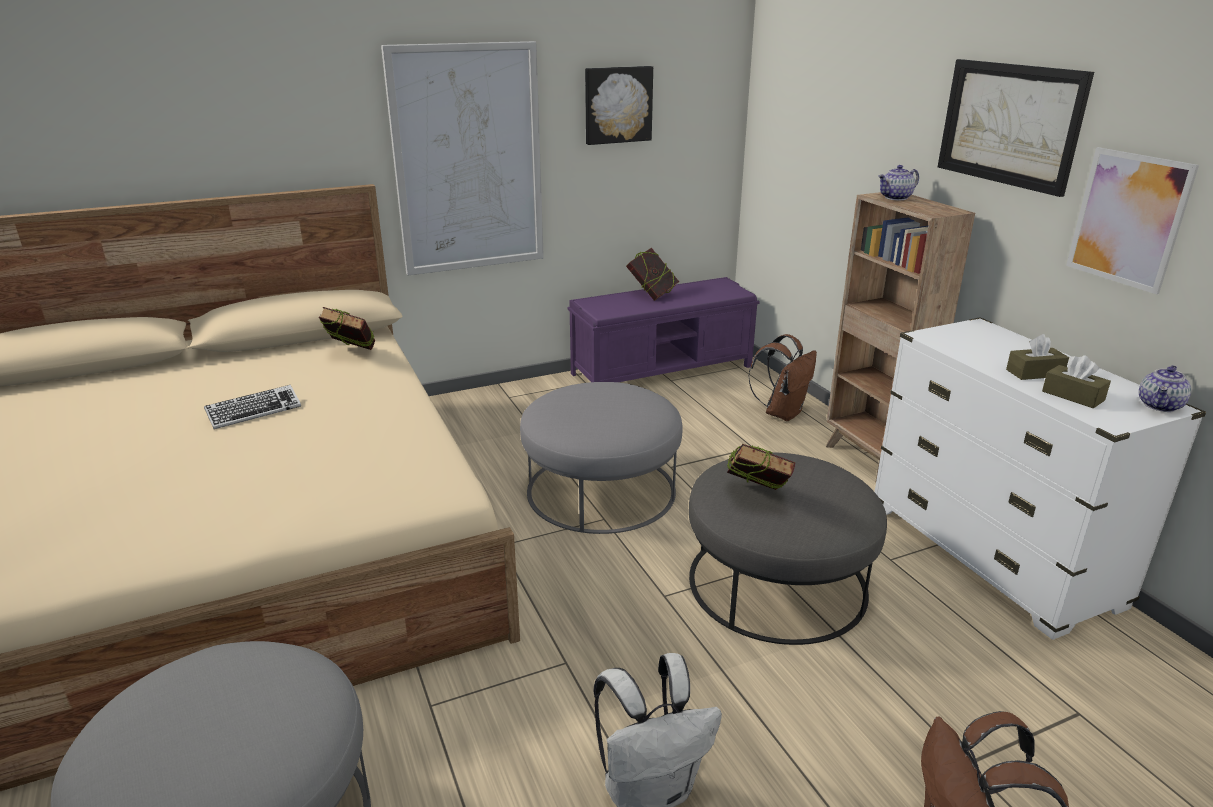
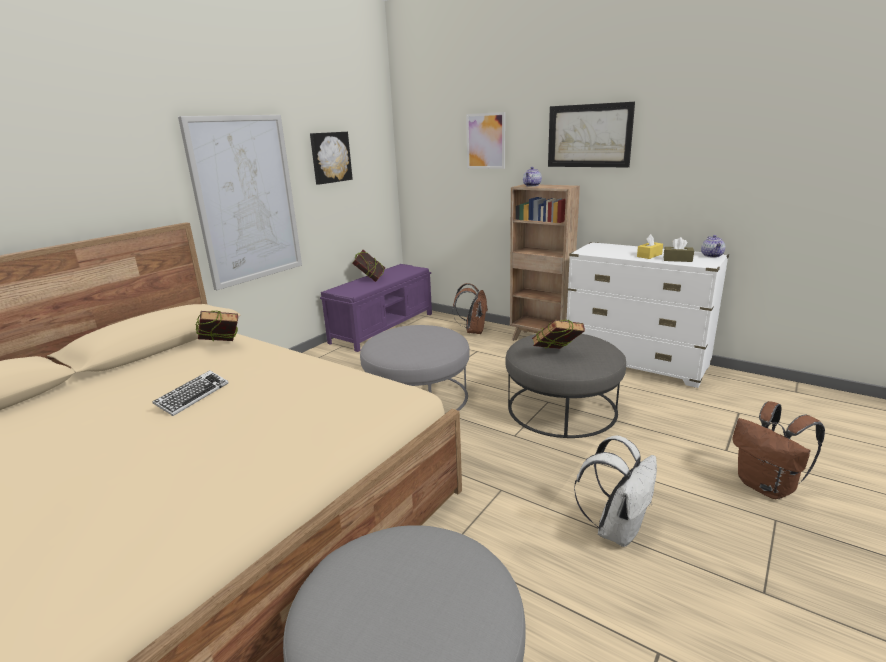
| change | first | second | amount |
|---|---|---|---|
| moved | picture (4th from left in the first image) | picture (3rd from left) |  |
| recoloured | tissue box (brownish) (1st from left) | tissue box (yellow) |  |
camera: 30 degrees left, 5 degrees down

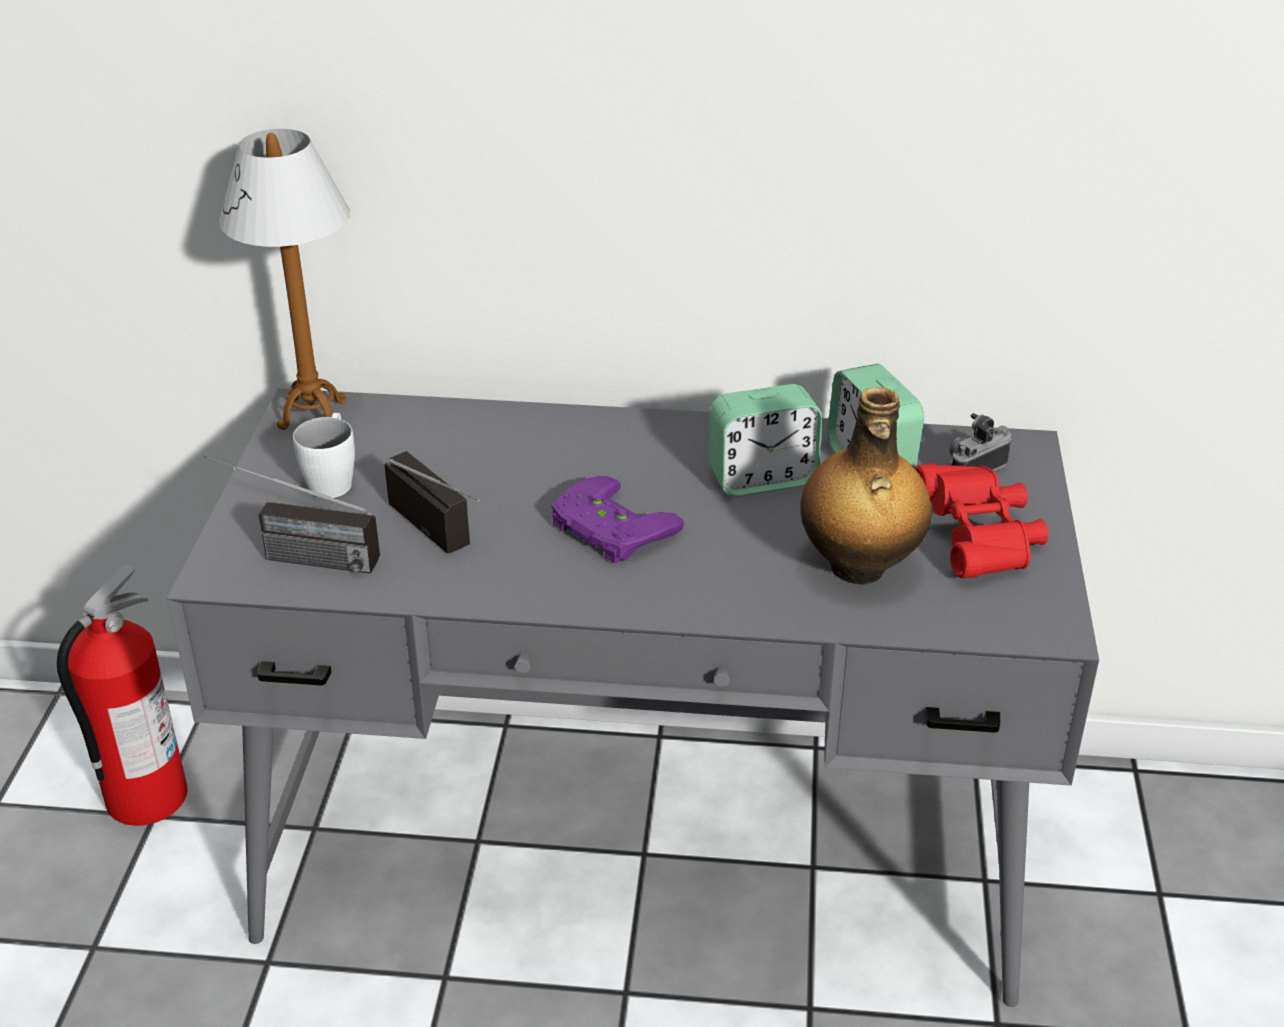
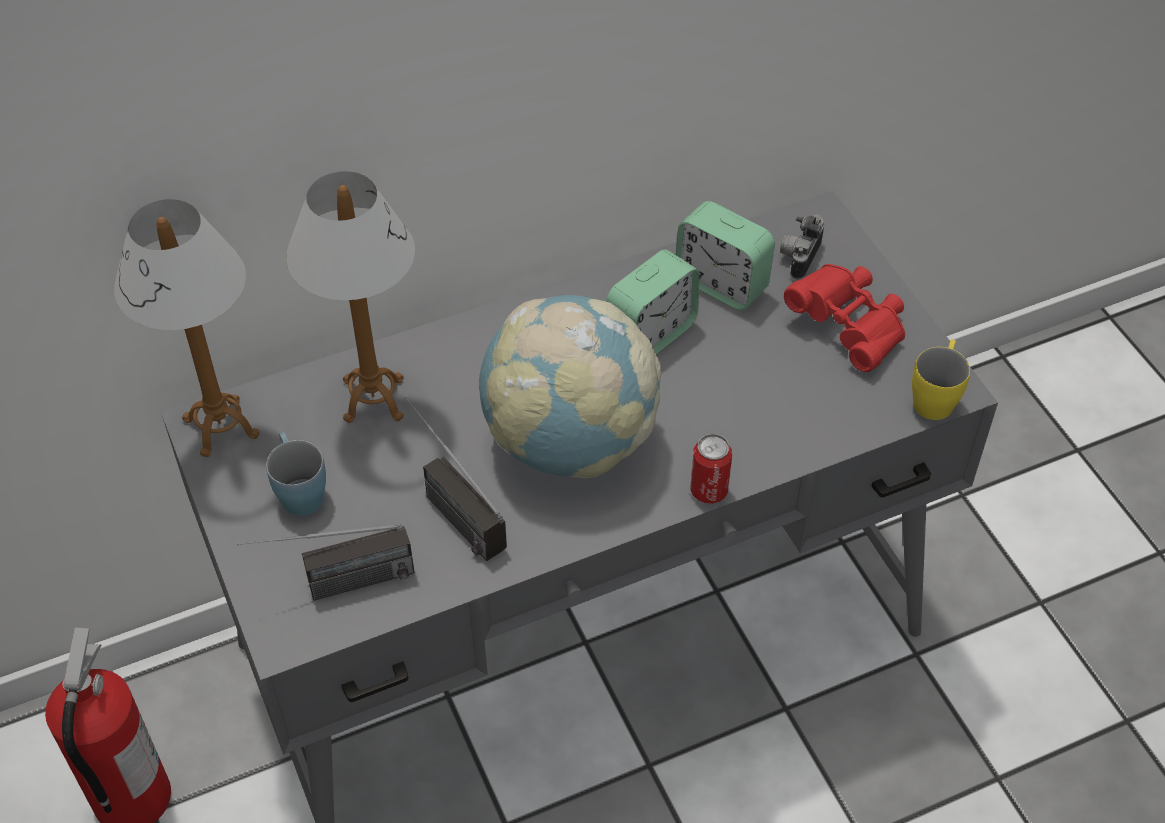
| change | first | second | amount |
|---|---|---|---|
| removed | drink bottle |  |  |
| recoloured | mug (whitish) | mug (bluish) |  |
| turned | radio (2nd from left) |  | 150 degrees counterclockwise |
| replaced | gamepad (purple) | world globe |  |
| added |  | tabletop lamp (2nd from left) |  |
| added |  | mug (yellow) |  |
| added |  | sealed can |  |
camera: 30 degrees left, 15 degrees up

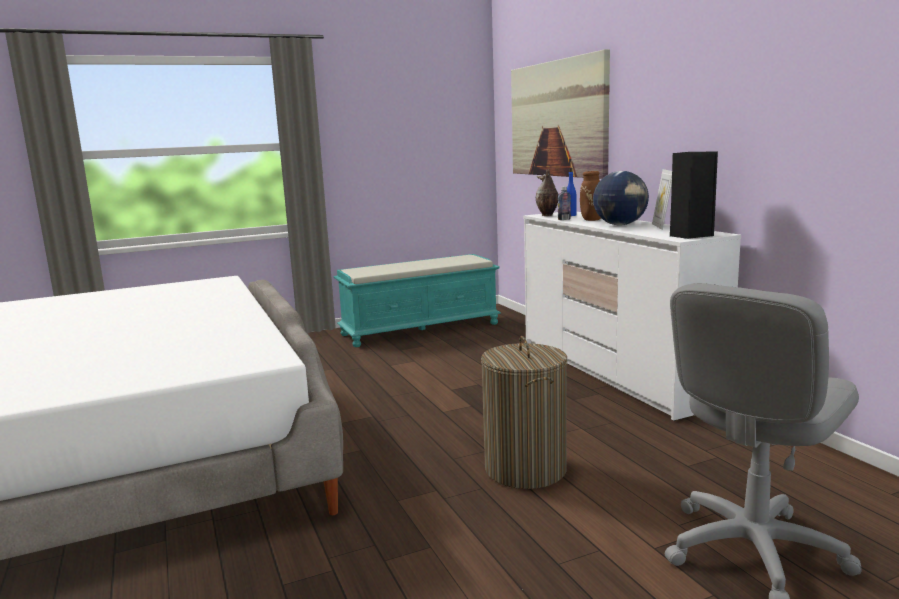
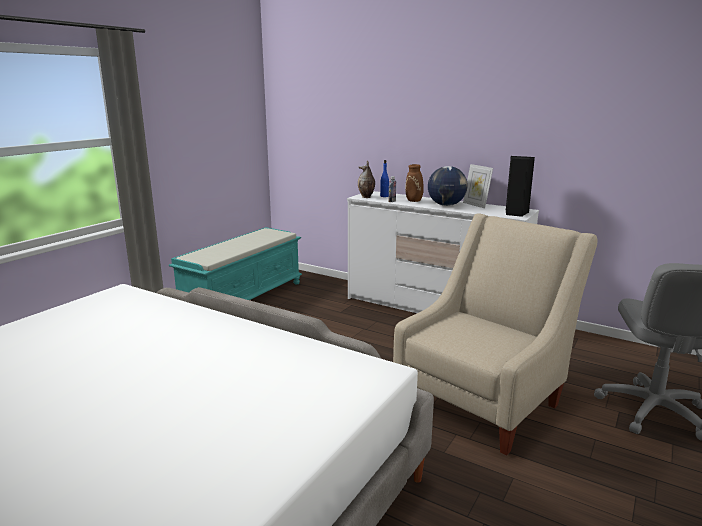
| change | first | second | amount |
|---|---|---|---|
| removed | picture |  |  |
| replaced | washing basket | lounge chair (beige-coloured) |  |
camera: 35 degrees left, 5 degrees up

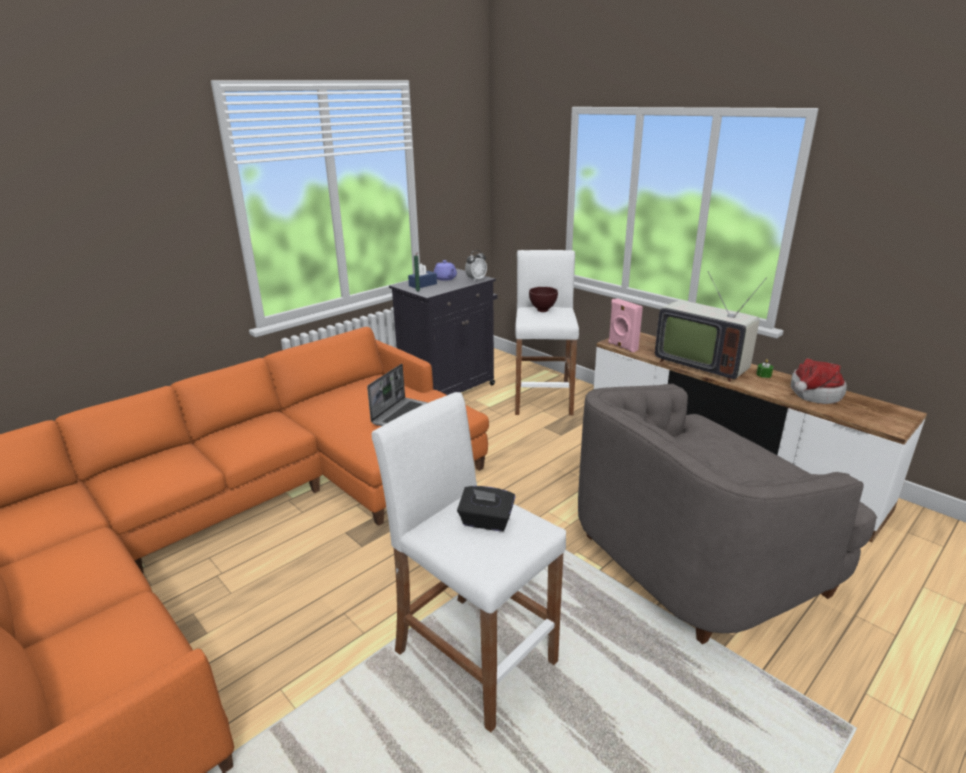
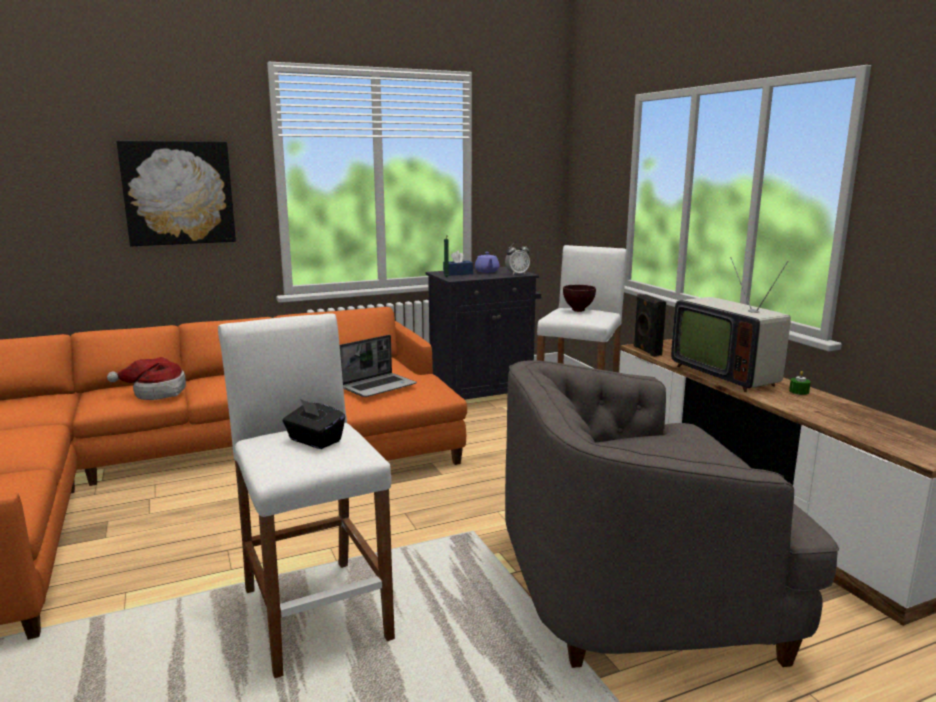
| change | first | second | amount |
|---|---|---|---|
| recoloured | loudspeaker (pink-coloured) | loudspeaker (blackish) |  |
| moved | clothing hat |  |  |
| added |  | picture |  |
camera: 20 degrees right, 10 degrees down

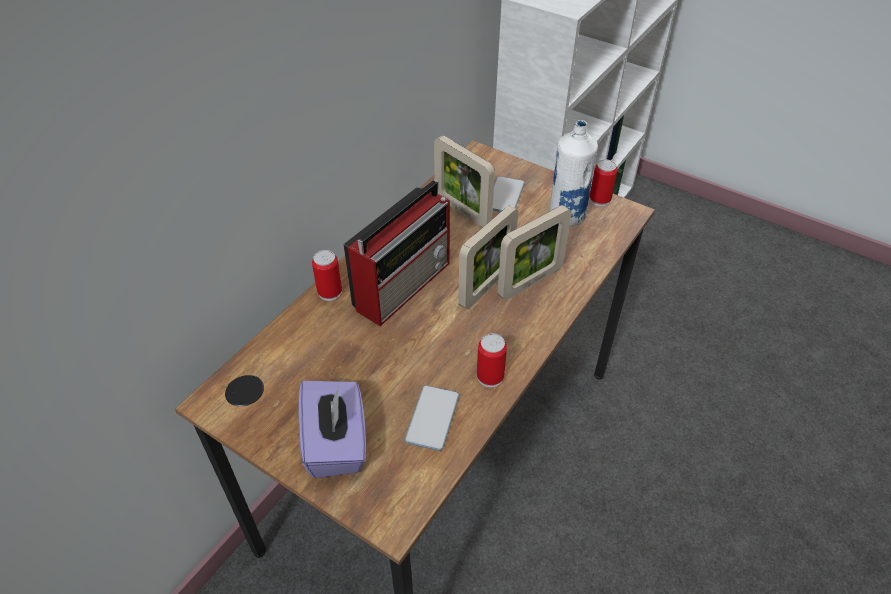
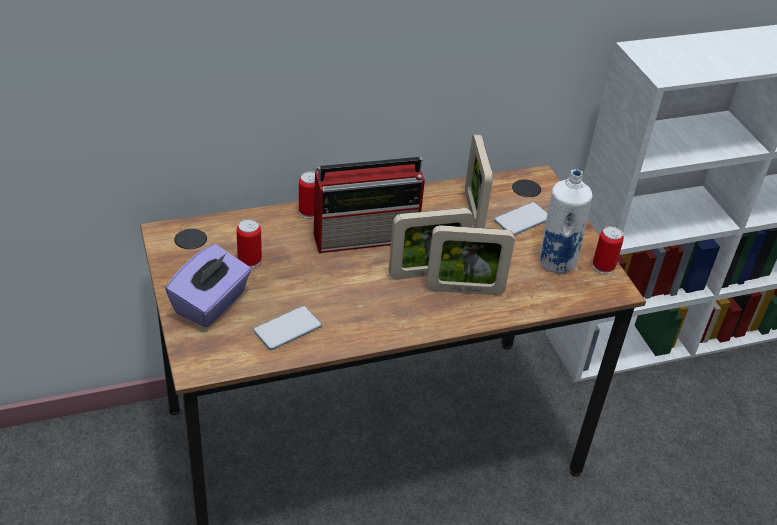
| change | first | second | amount |
|---|---|---|---|
| moved | sealed can (2nd from left in the first image) | sealed can (1st from left) |  |
camera: 35 degrees right, 5 degrees down

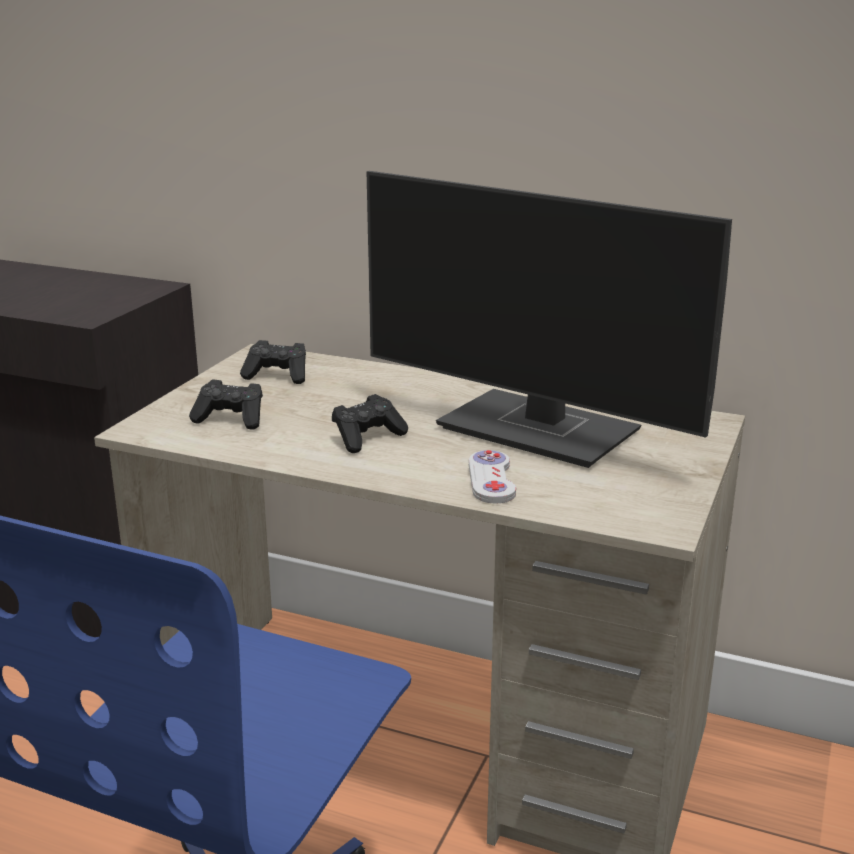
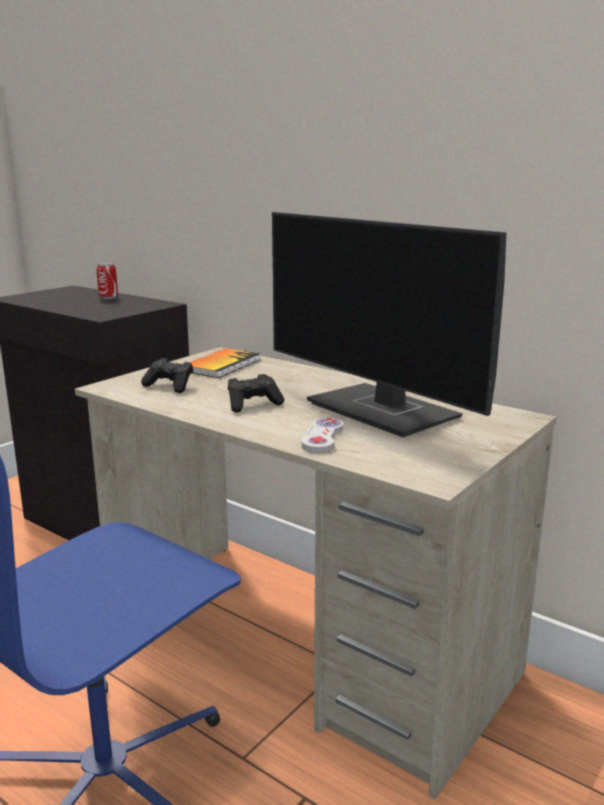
| change | first | second | amount |
|---|---|---|---|
| replaced | gamepad (blackish) (2nd from left) | volume |  |
| added |  | sealed can |  |
camera: 15 degrees right, 5 degrees down

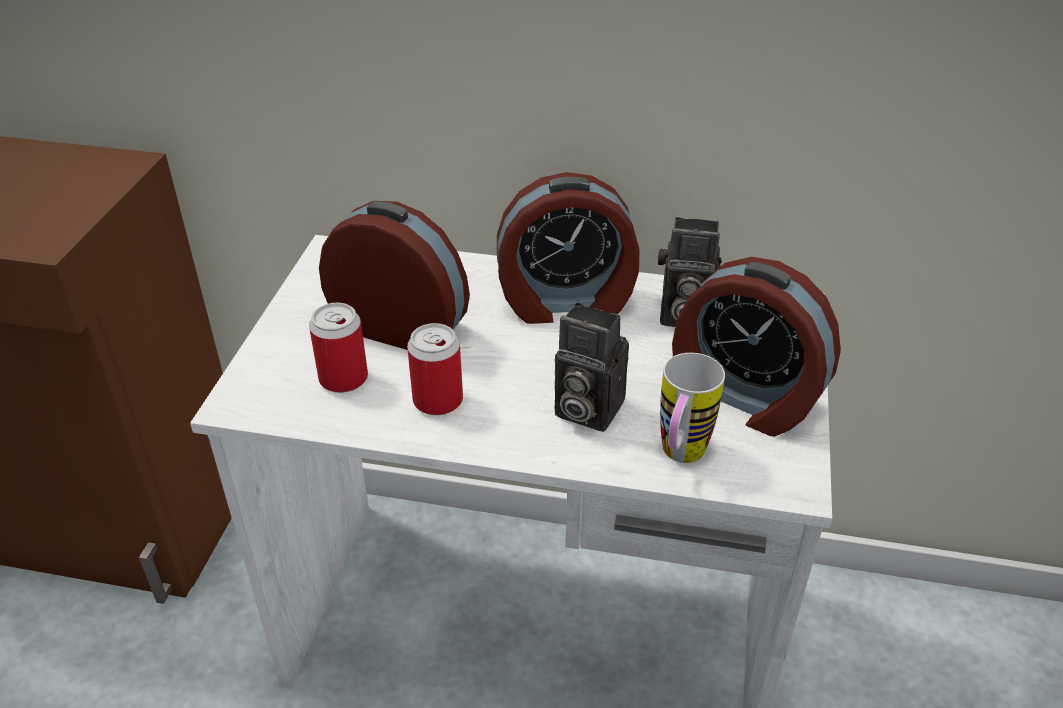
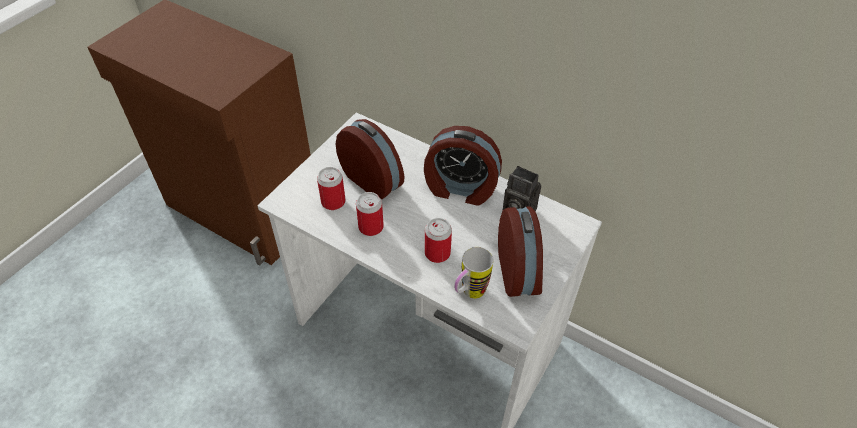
| change | first | second | amount |
|---|---|---|---|
| turned | alarm clock (3rd from left) |  | 150 degrees counterclockwise |
| replaced | photo camera (1st from left) | sealed can (3rd from left) |  |
camera: 20 degrees right, 10 degrees up

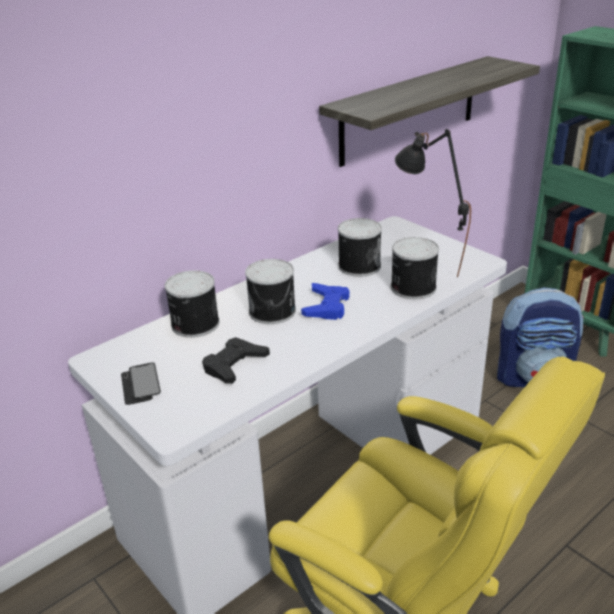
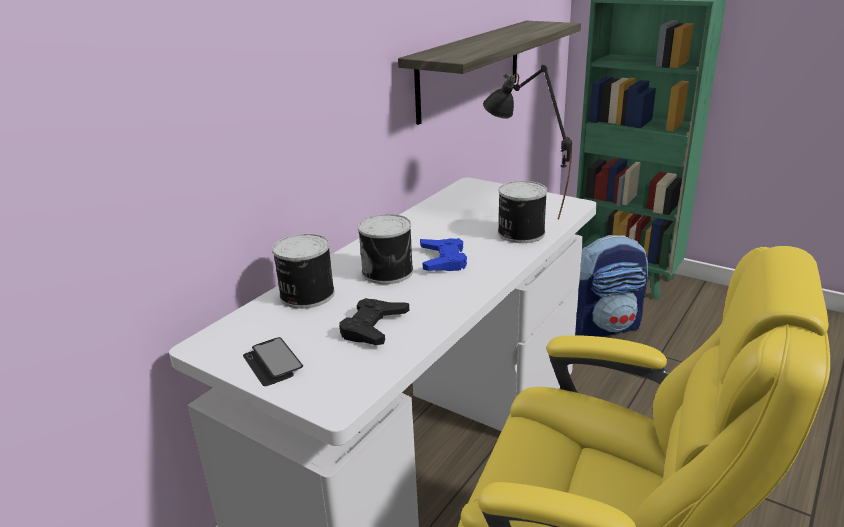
| change | first | second | amount |
|---|---|---|---|
| removed | sealed can (3rd from left) |  |  |
camera: 15 degrees left, 5 degrees down

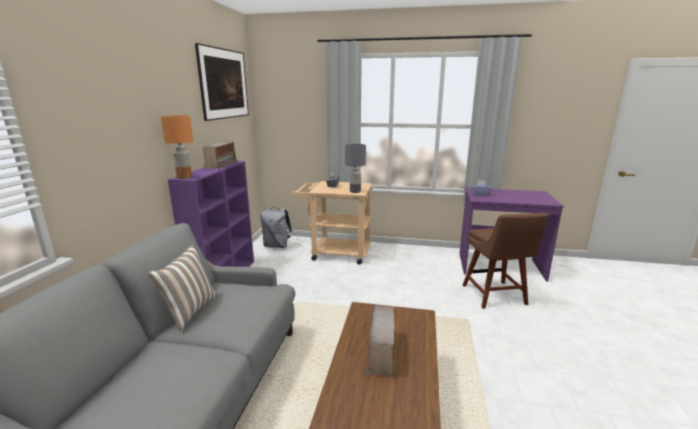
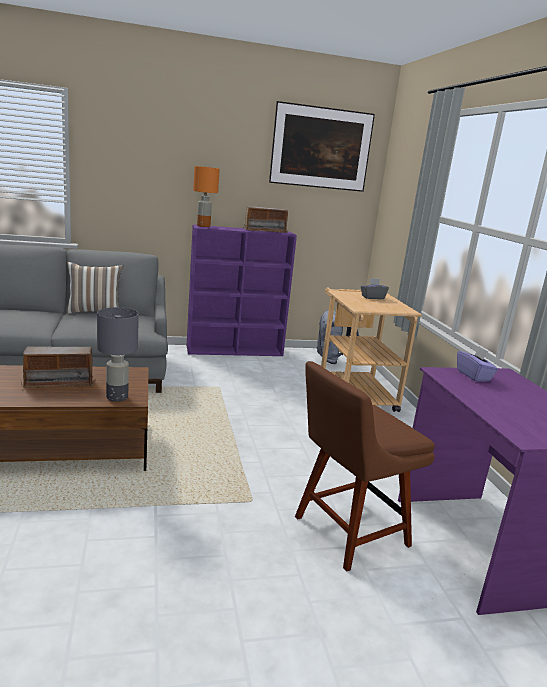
| change | first | second | amount |
|---|---|---|---|
| moved | tabletop lamp (grey) |  |  |
camera: 65 degrees right, 0 degrees up

